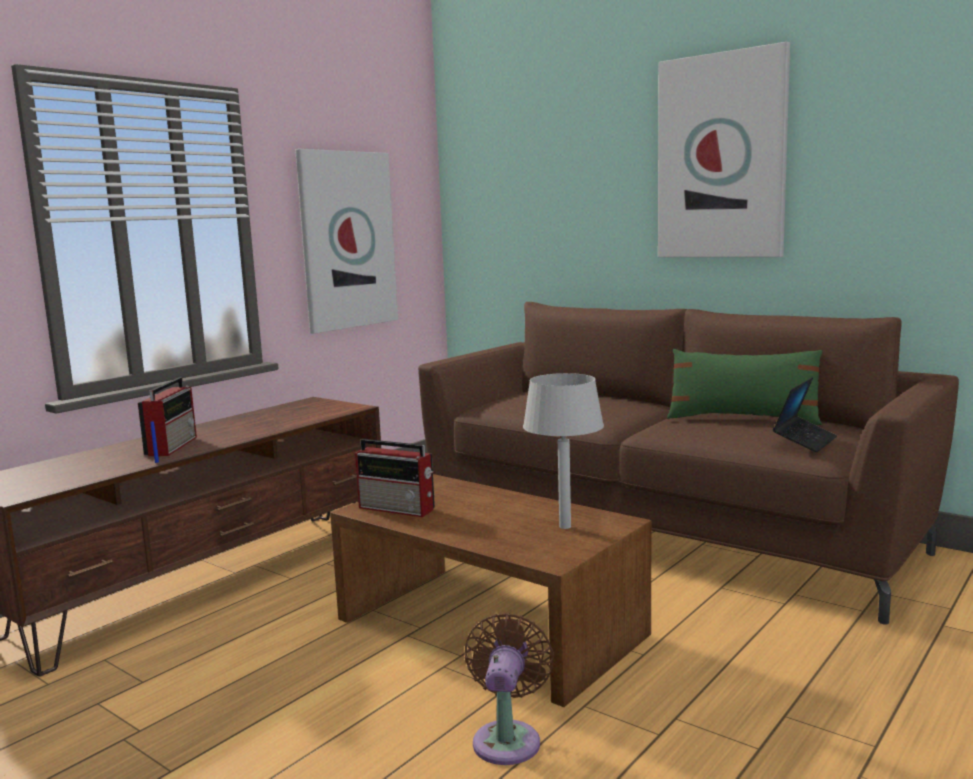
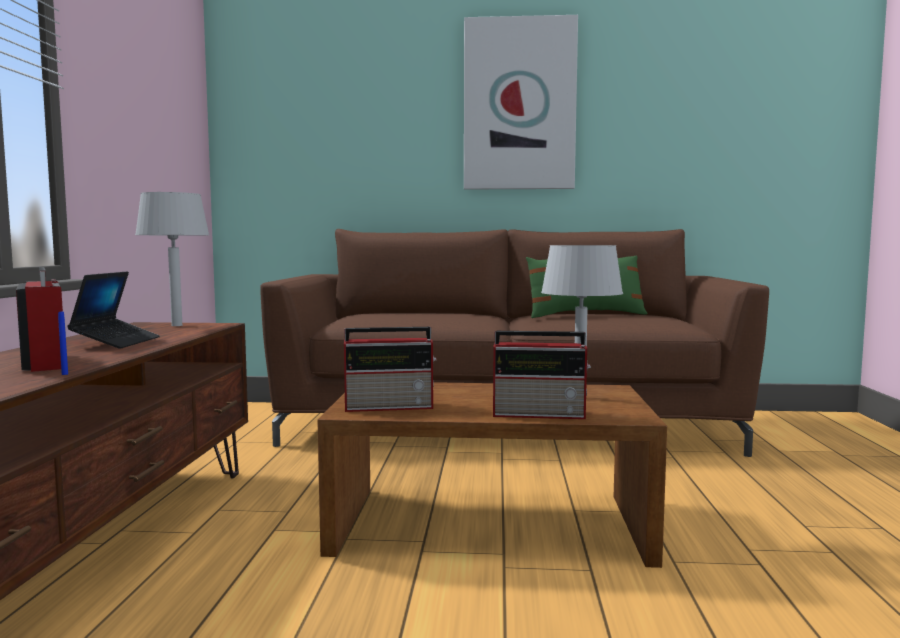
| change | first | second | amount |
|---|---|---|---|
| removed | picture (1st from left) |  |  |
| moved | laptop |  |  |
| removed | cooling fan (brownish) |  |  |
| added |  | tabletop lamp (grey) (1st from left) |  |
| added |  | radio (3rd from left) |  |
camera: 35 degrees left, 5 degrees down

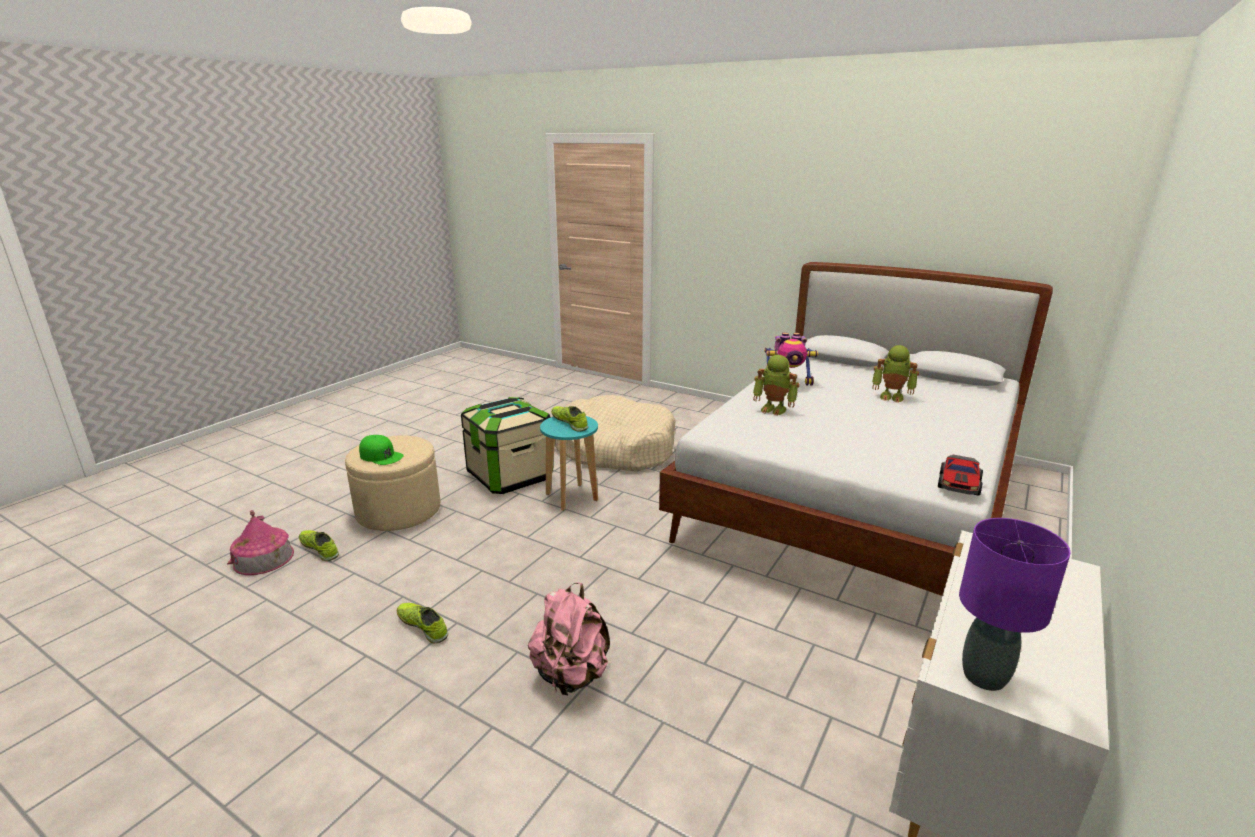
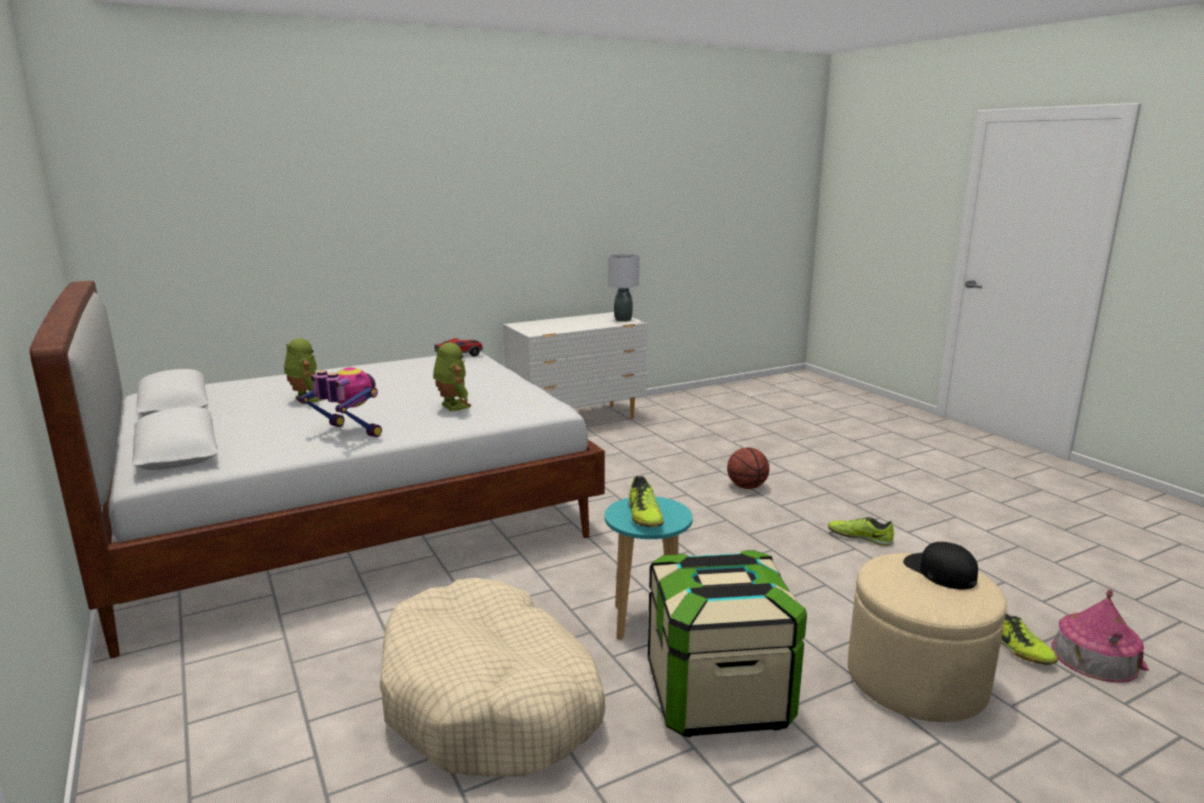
| change | first | second | amount |
|---|---|---|---|
| recoloured | baseball cap (green) | baseball cap (blackish) |  |
| recoloured | tabletop lamp (purple) | tabletop lamp (grey) |  |
| replaced | backpack (pink-coloured) | basketball ball |  |
| turned | low shoe (2nd from left) |  | 135 degrees clockwise |
camera: 150 degrees left, 5 degrees down

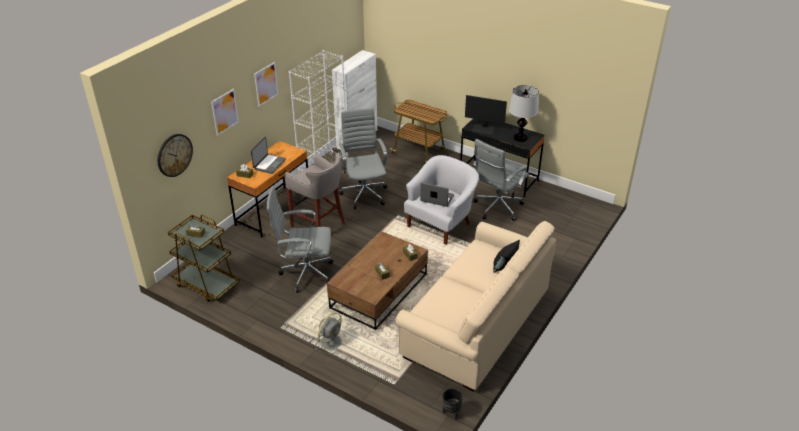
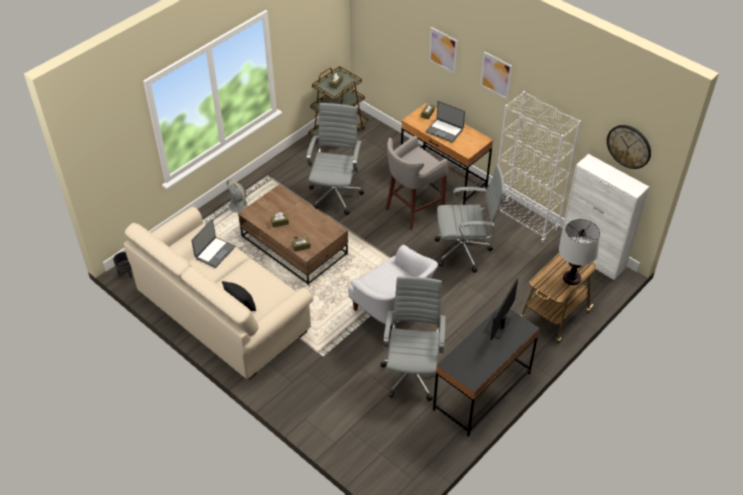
| change | first | second | amount |
|---|---|---|---|
| moved | tabletop lamp |  |  |
| moved | wall clock |  |  |
| turned | computer chair (grey) (3rd from left in the first image) | computer chair (grey) (2nd from left) | 45 degrees clockwise |
| moved | laptop (2nd from left in the first image) | laptop (1st from left) |  |
camera: 100 degrees right, 10 degrees up

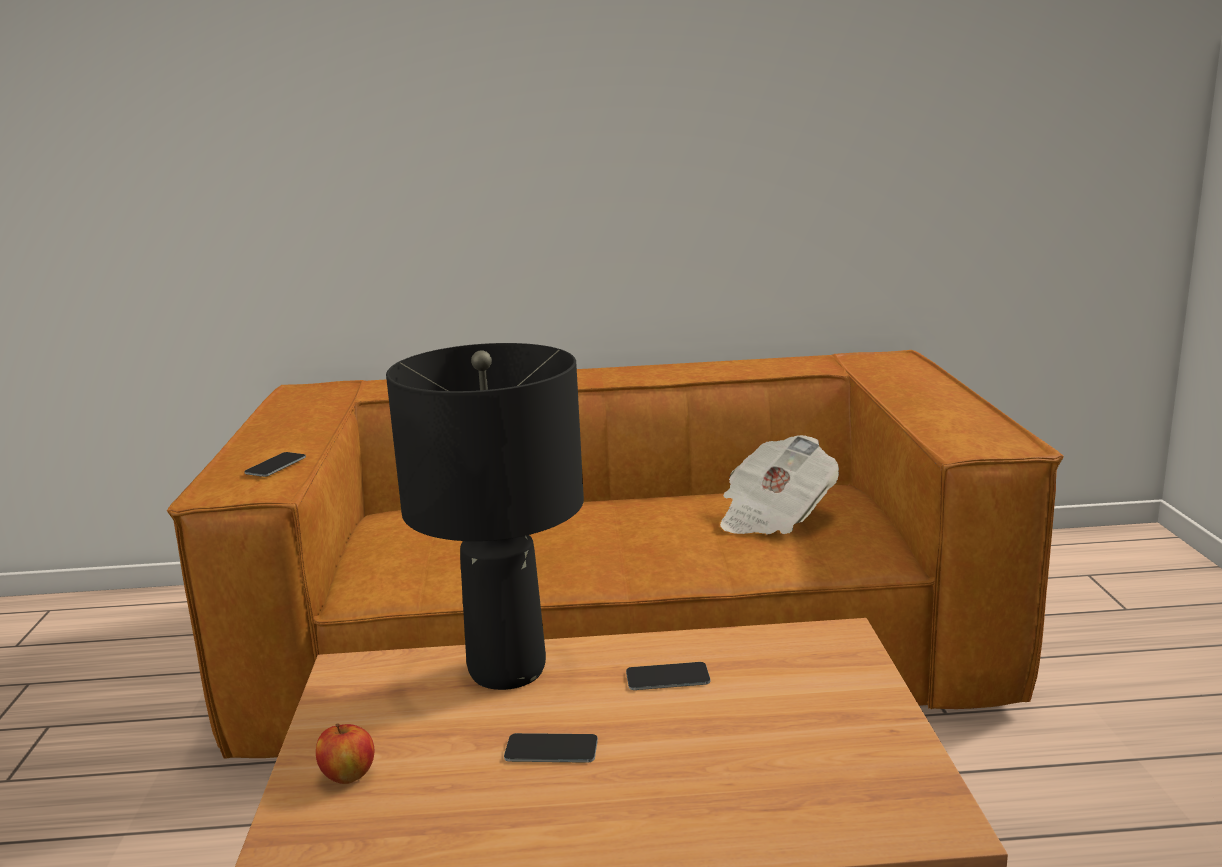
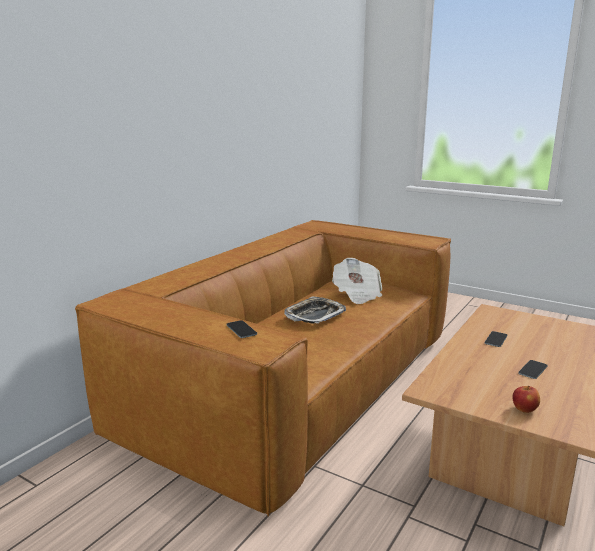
| change | first | second | amount |
|---|---|---|---|
| removed | tabletop lamp (blackish) |  |  |
| added |  | serving tray |  |
camera: 55 degrees left, 0 degrees up

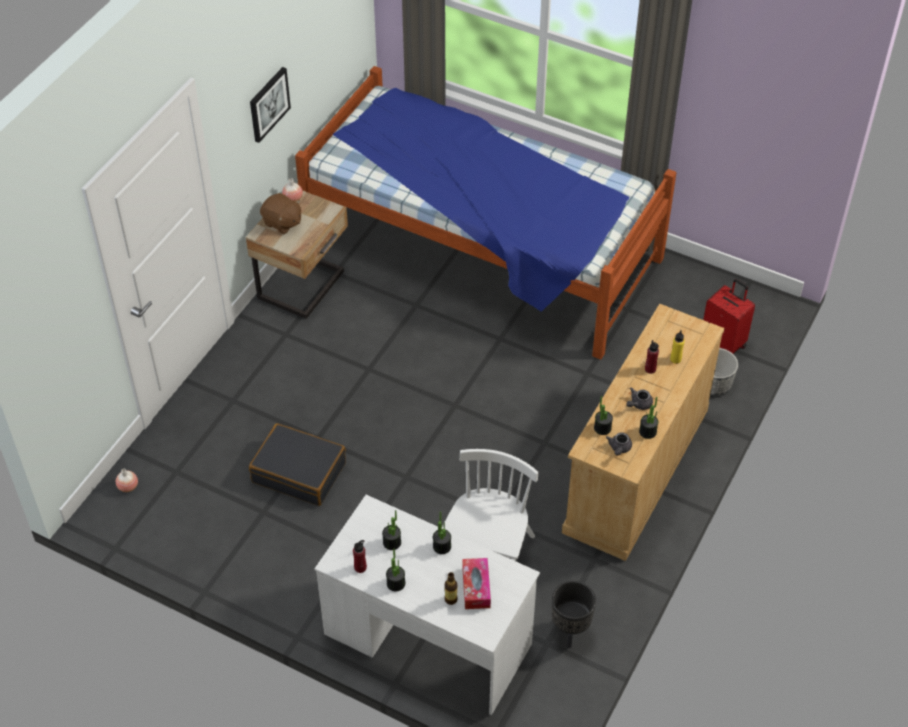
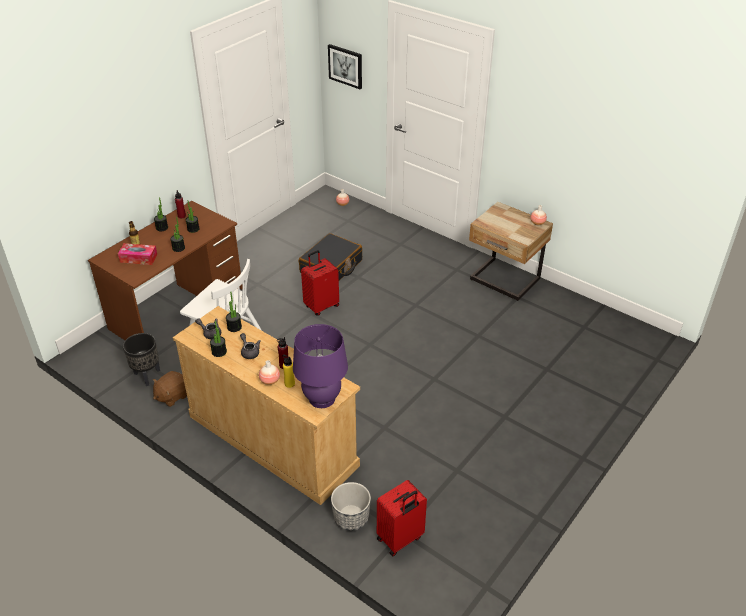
| change | first | second | amount |
|---|---|---|---|
| removed | bed |  |  |
| moved | picture |  |  |
| moved | cuddly toy (brownish) |  |  |
| recoloured | desk unit (whitish) | desk unit (brownish) |  |
| added |  | suitcase (reddish) (1st from left) |  |
| added |  | tabletop lamp (purple) |  |
| added |  | flower vase (1st from left) |  |
camera: 100 degrees right, 10 degrees down

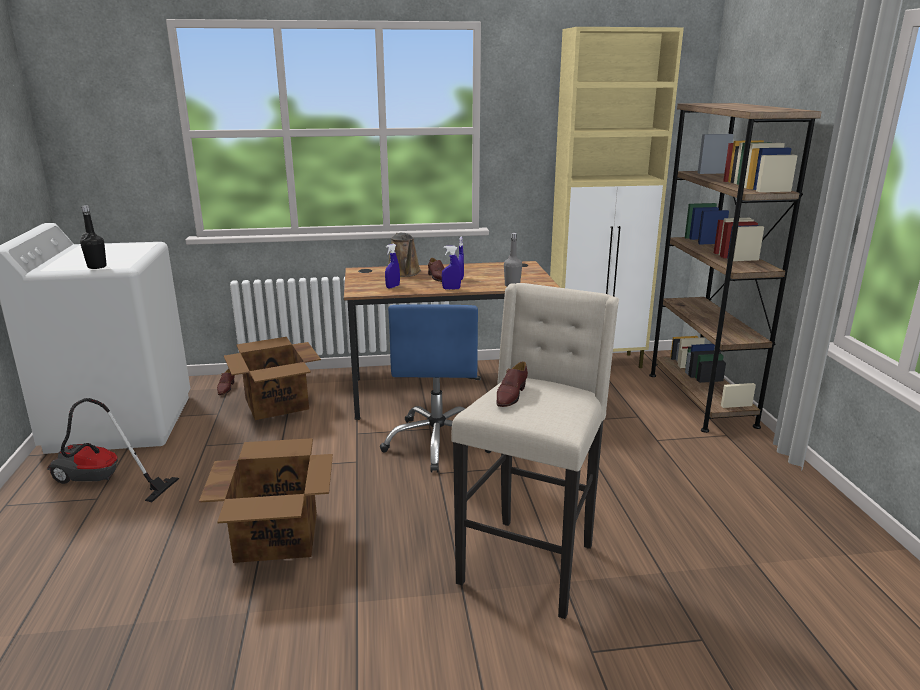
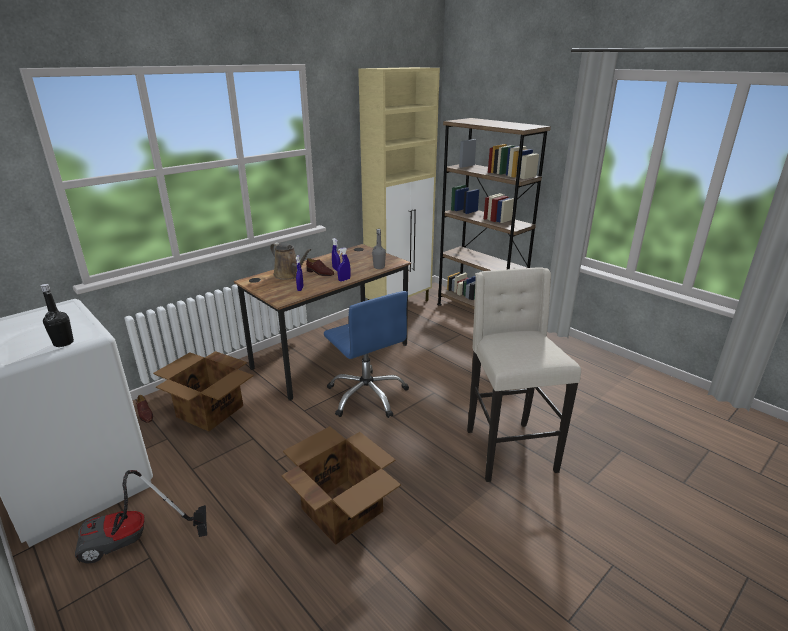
| change | first | second | amount |
|---|---|---|---|
| removed | low shoe (brownish) (3rd from left) |  |  |
camera: 35 degrees left, 5 degrees up

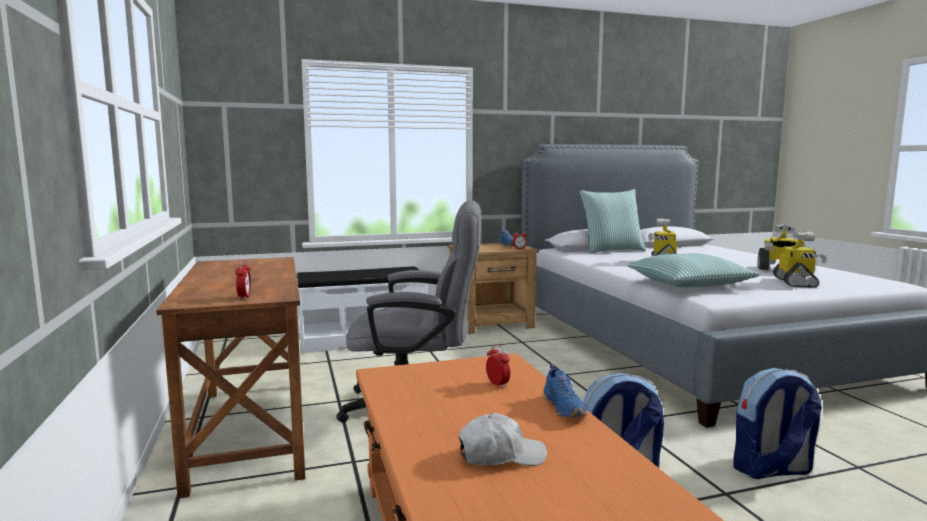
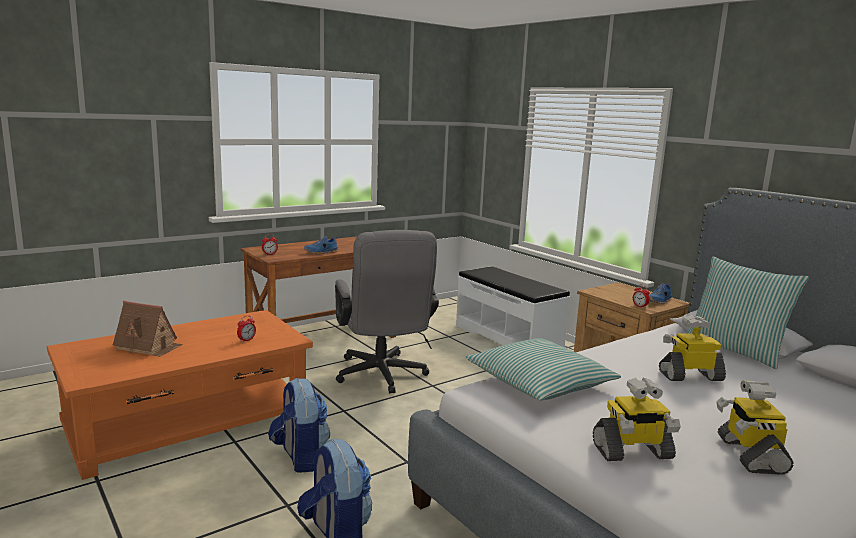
| change | first | second | amount |
|---|---|---|---|
| moved | low shoe (bluish) (2nd from left in the first image) | low shoe (bluish) (1st from left) |  |
| replaced | baseball cap (whitish) | miniature house |  |
camera: 70 degrees right, 5 degrees up

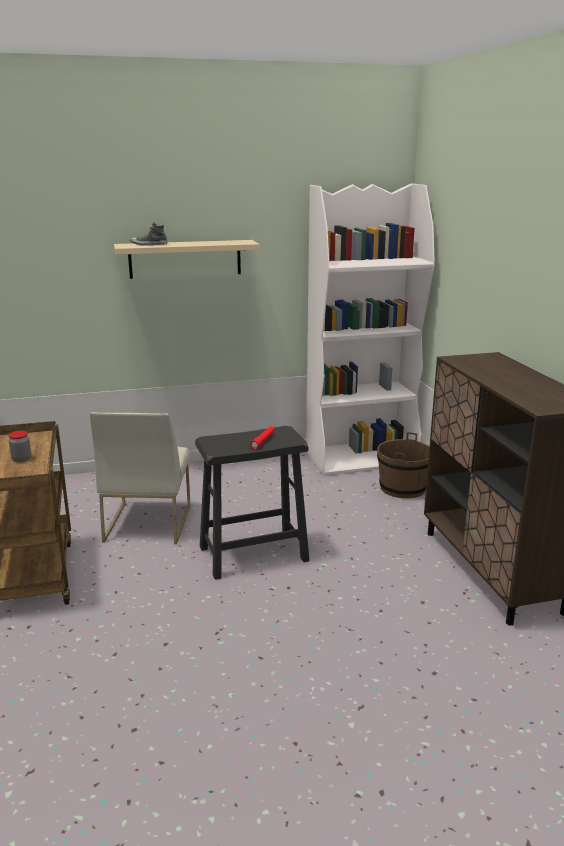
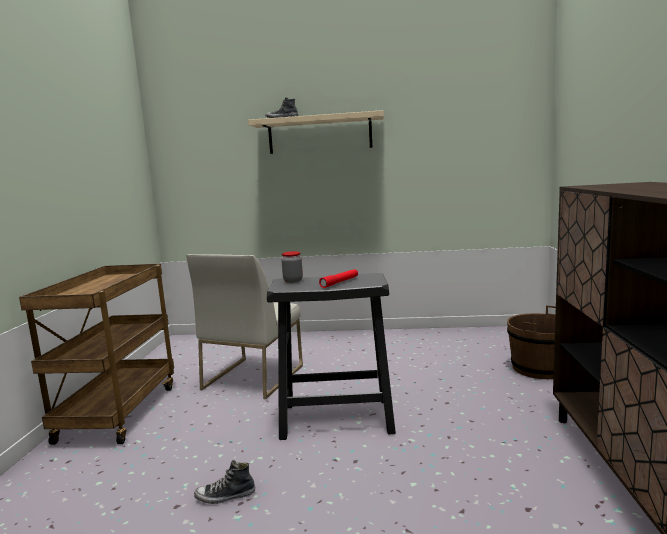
| change | first | second | amount |
|---|---|---|---|
| removed | bookshelf (whitish) |  |  |
| moved | preserve jar |  |  |
| added |  | low shoe (1st from left) |  |
camera: 20 degrees right, 10 degrees down

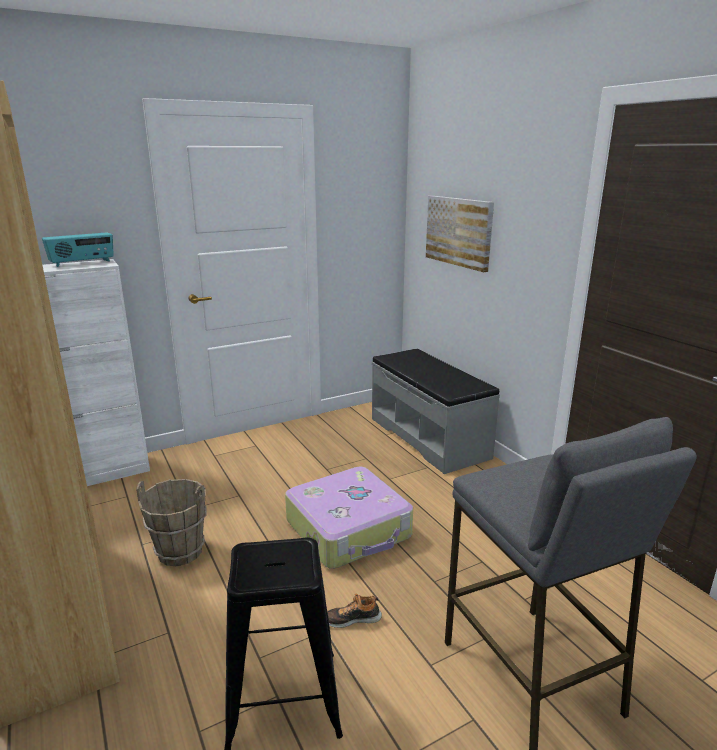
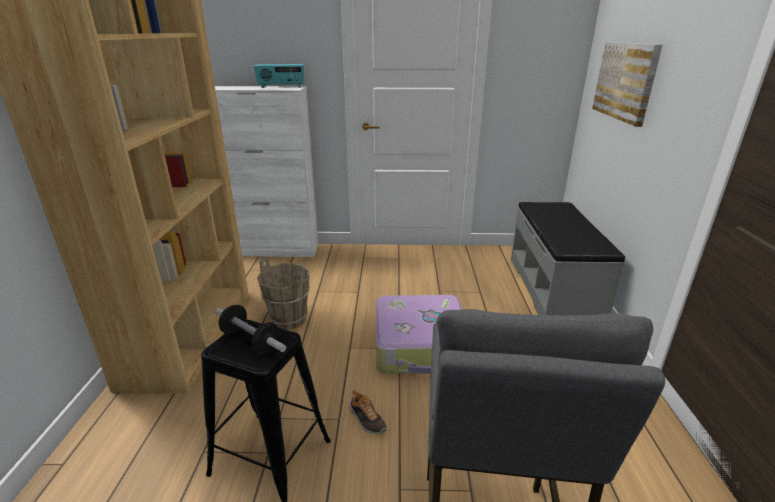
| change | first | second | amount |
|---|---|---|---|
| turned | low shoe |  | 150 degrees counterclockwise |
| added |  | hand weight |  |
camera: 30 degrees right, 5 degrees up

